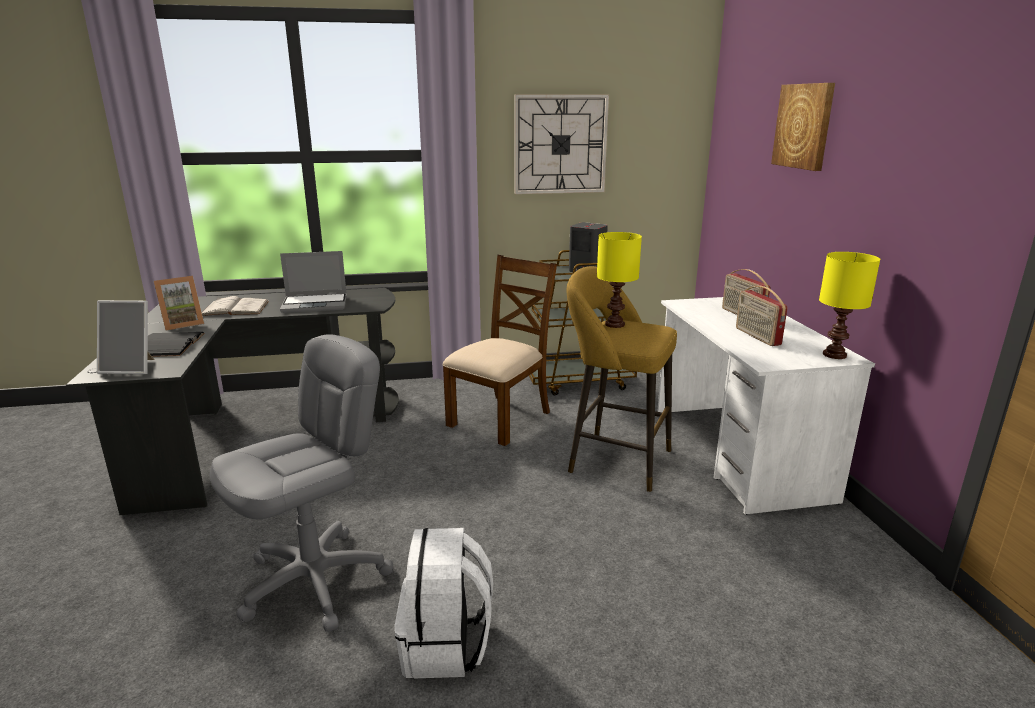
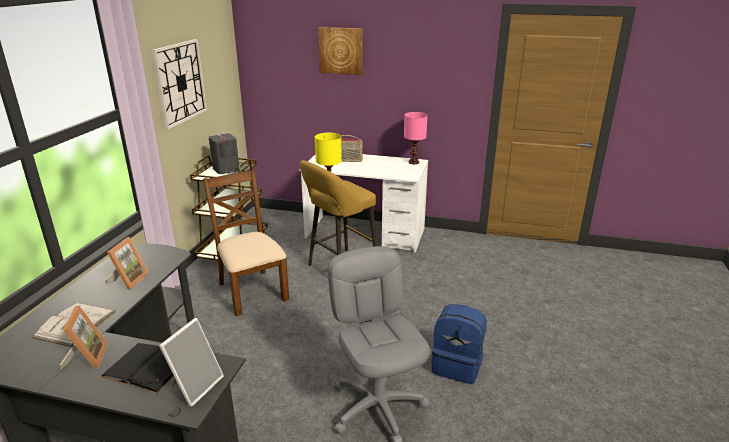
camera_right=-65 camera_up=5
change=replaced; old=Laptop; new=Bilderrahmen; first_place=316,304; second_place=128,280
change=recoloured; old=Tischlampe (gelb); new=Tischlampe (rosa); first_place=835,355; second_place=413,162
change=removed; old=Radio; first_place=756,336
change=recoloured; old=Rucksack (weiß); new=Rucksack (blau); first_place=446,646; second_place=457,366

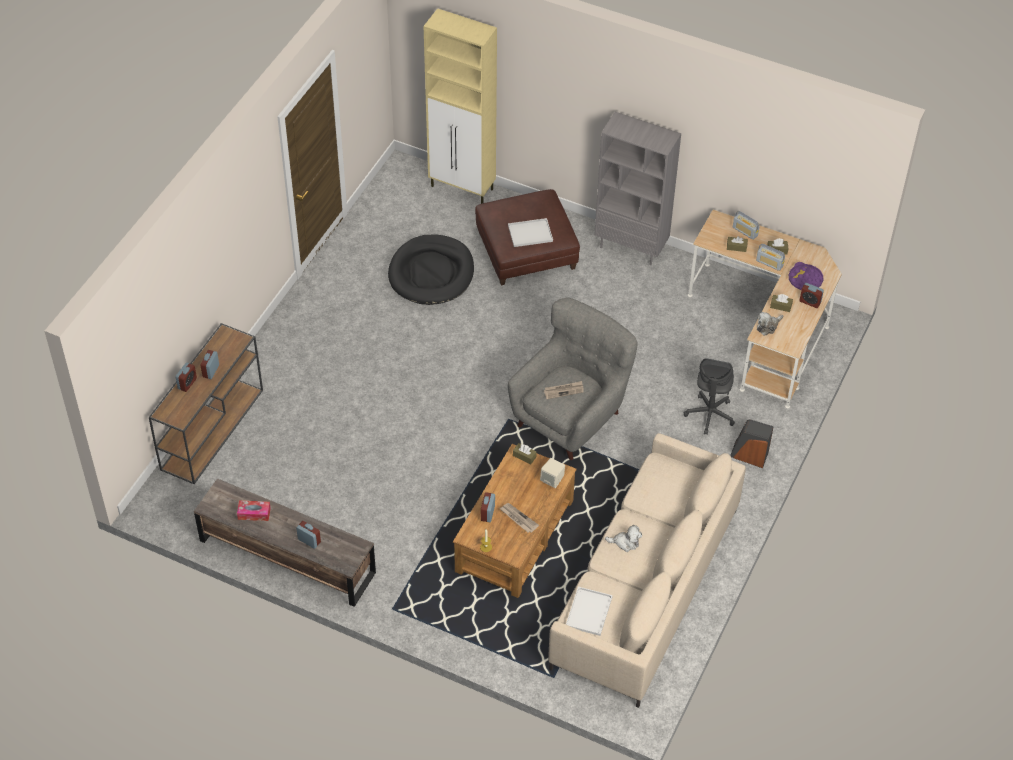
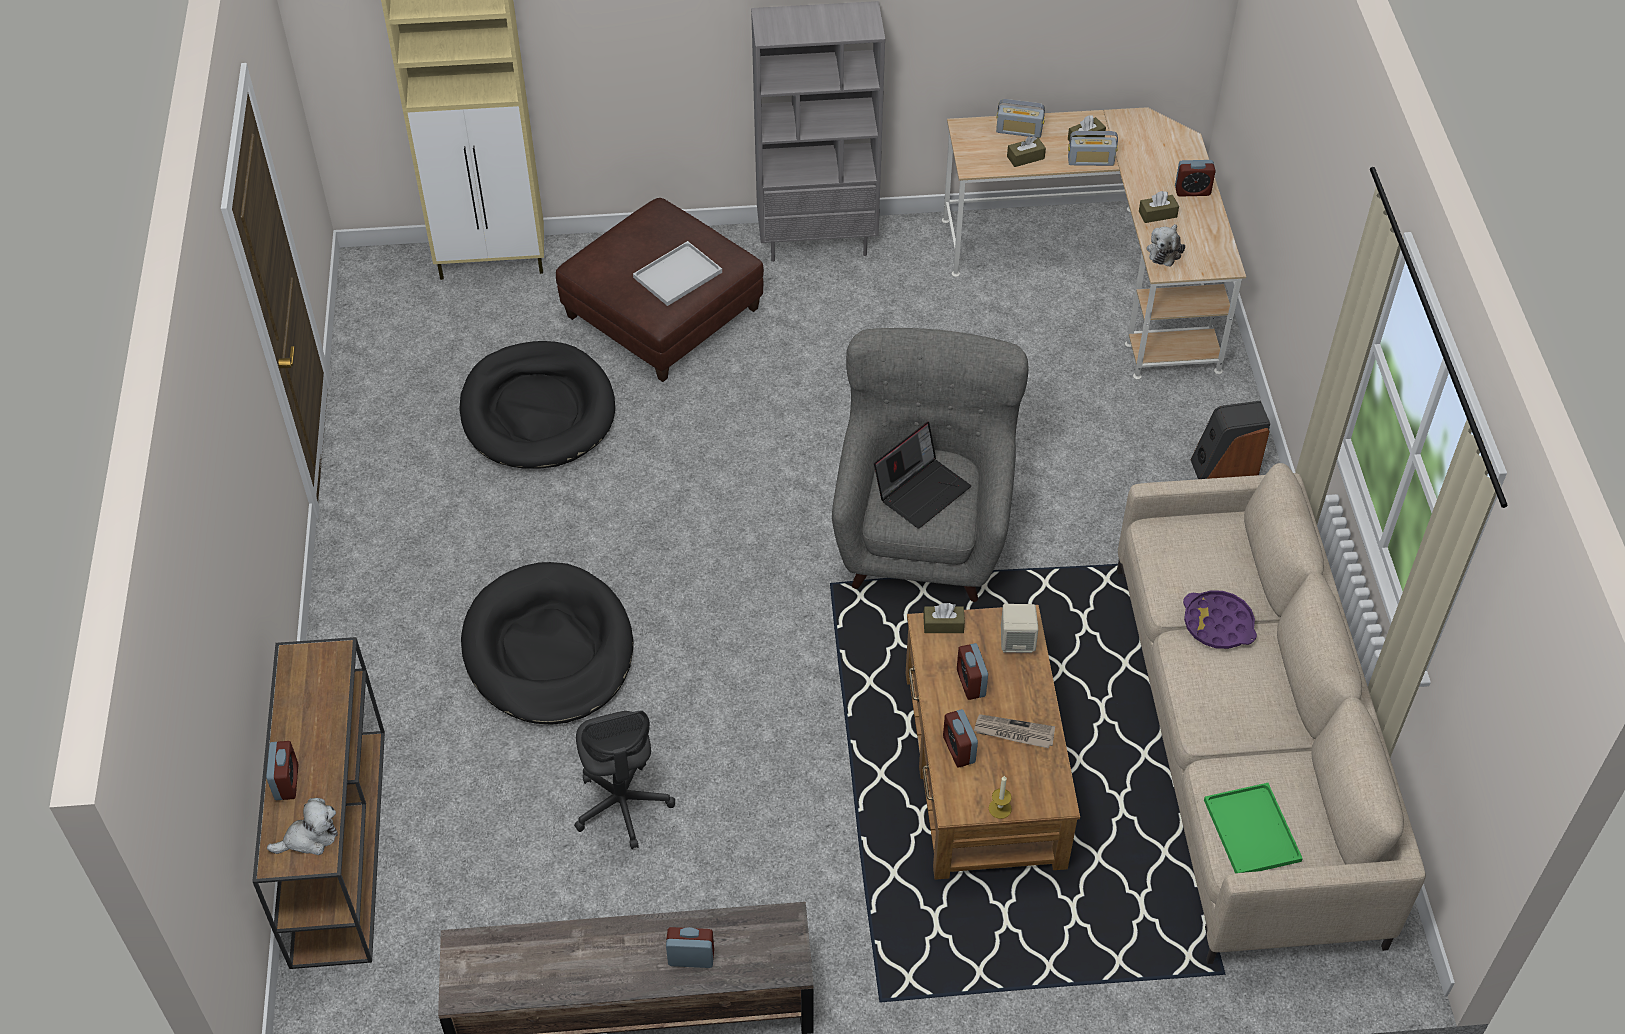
camera_right=-30 camera_up=0
change=moved; old=Tablett (lila); first_place=805,280; second_place=1218,624
change=moved; old=Wecker; first_place=211,371; second_place=971,683
change=moved; old=Bürostuhl (grau); first_place=710,415; second_place=622,805
change=replaced; old=Zeitung; new=Laptop; first_place=564,390; second_place=922,490
change=removed; old=Taschentuchbox; first_place=254,513
change=moved; old=Plüschtier; first_place=625,542; second_place=310,838
change=recoloured; old=Tablett (weiß); new=Tablett (grün); first_place=588,610; second_place=1250,829
change=added; new=Hundebett (schwarz); second_place=549,649

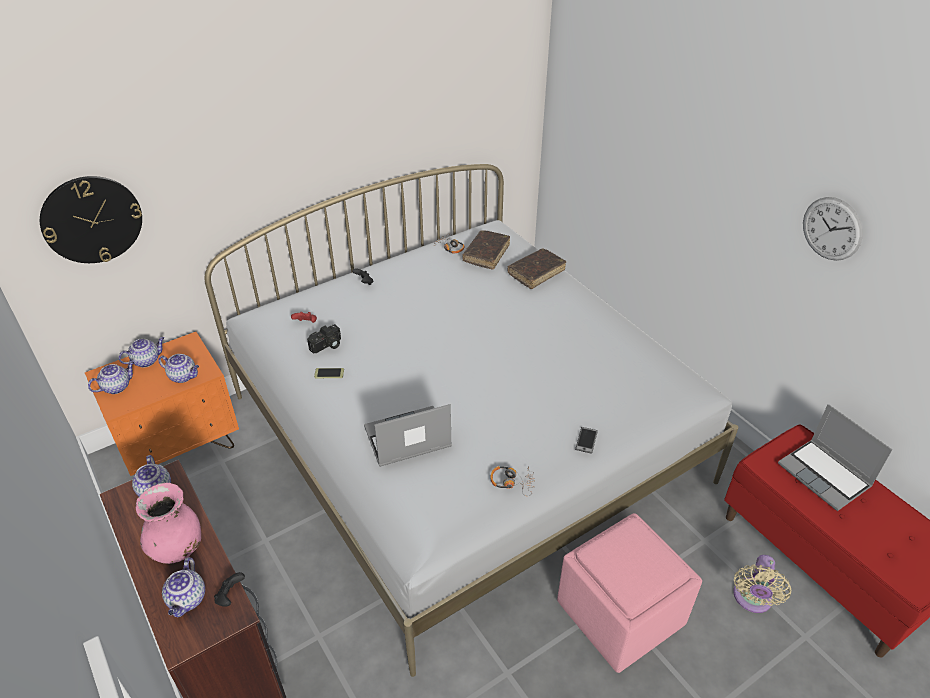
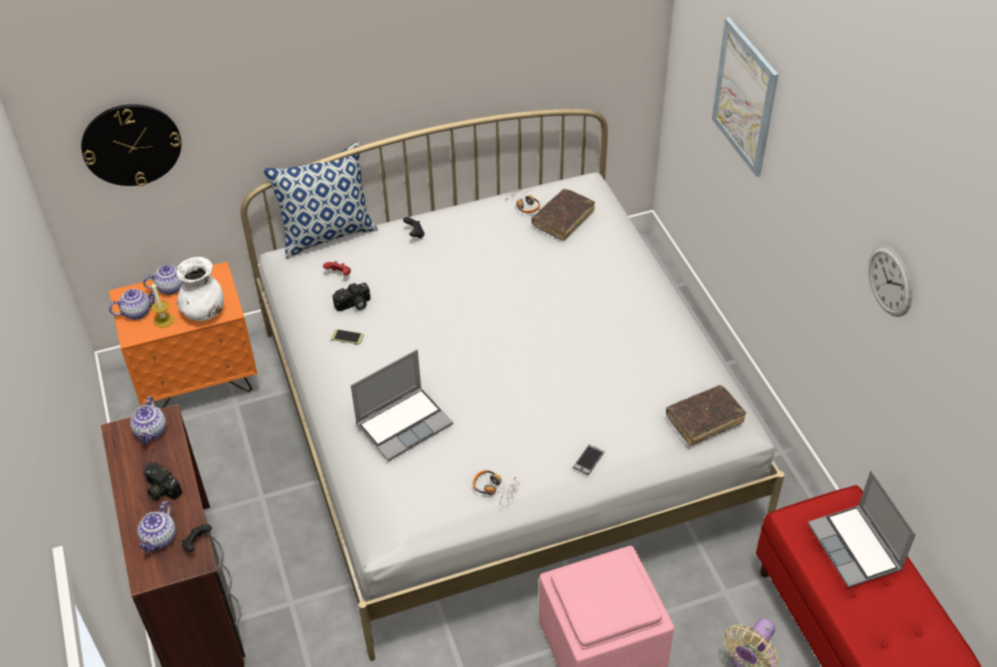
camera_right=15 camera_up=5
change=moved; old=Buch (braun); first_place=536,272; second_place=704,419
change=replaced; old=Teekanne; new=Vase (weiß); first_place=184,376; second_place=204,312
change=turned; old=Laptop; first_place=406,439; second_place=404,423; degrees=150
change=replaced; old=Vase (rosa); new=Kamera; first_place=178,547; second_place=160,489
change=added; new=Bild; second_place=745,97
change=added; new=Kissen; second_place=327,234
change=added; new=Kerze; second_place=164,320

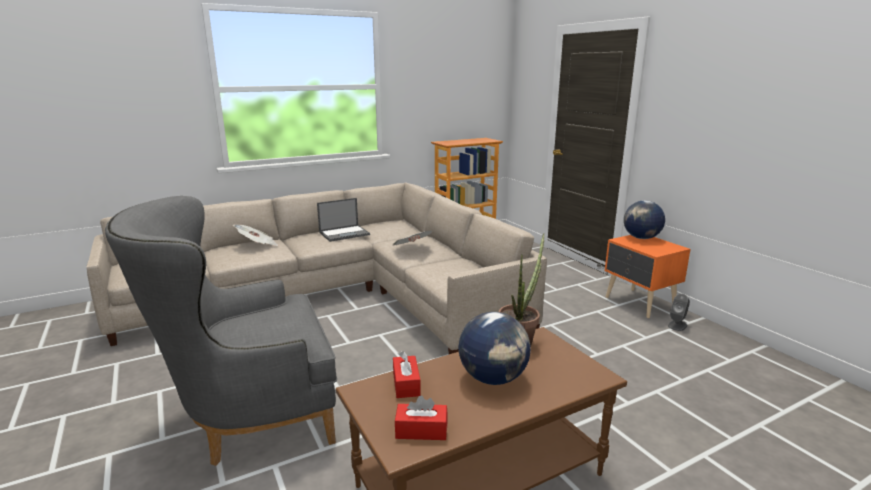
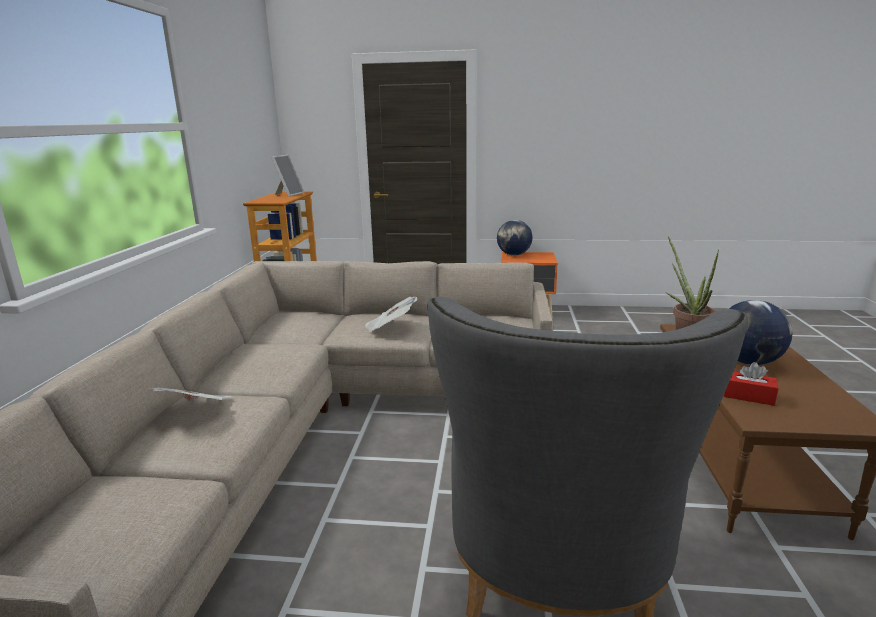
camera_right=-55 camera_up=0
change=removed; old=Laptop; first_place=344,233
change=removed; old=Lautsprecher (grau); first_place=677,325
change=removed; old=Taschentuchbox (rot); first_place=421,430
change=added; new=Bilderrahmen; second_place=288,194

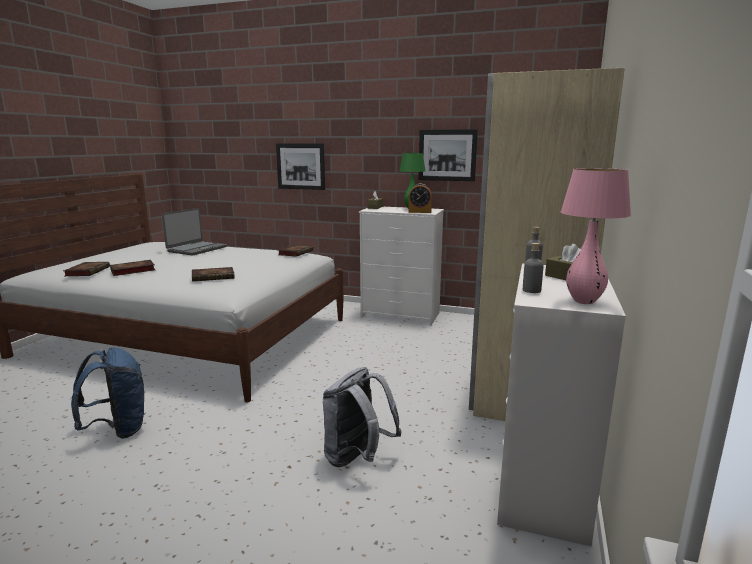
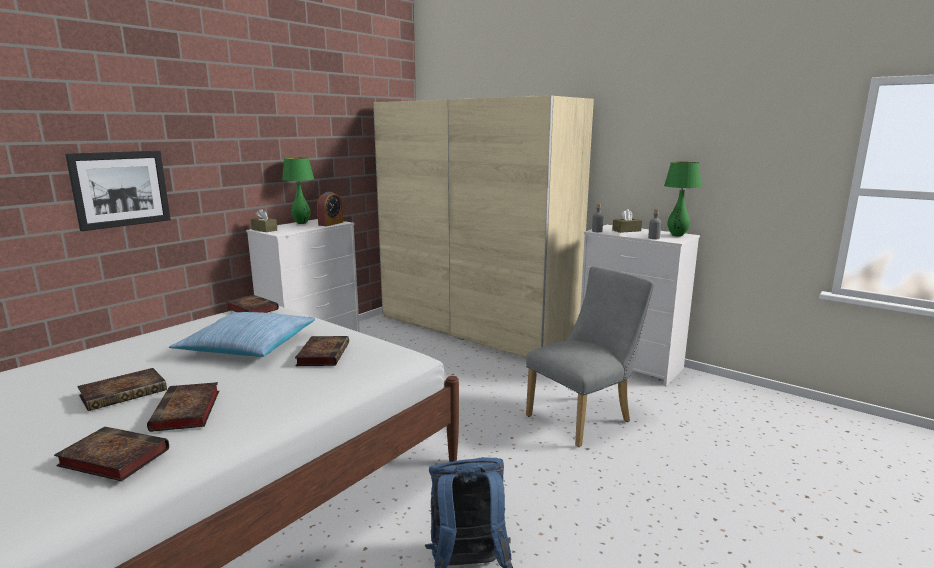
camera_right=-70 camera_up=0
change=removed; old=Bild; first_place=447,155
change=recoloured; old=Tischlampe (rosa); new=Tischlampe (grün); first_place=583,301; second_place=677,235
change=removed; old=Laptop; first_place=197,249
change=replaced; old=Rucksack (grau); new=Stuhl (grau); first_place=357,458; second_place=584,417
change=added; new=Kissen; second_place=248,345
change=added; new=Buch; second_place=125,392

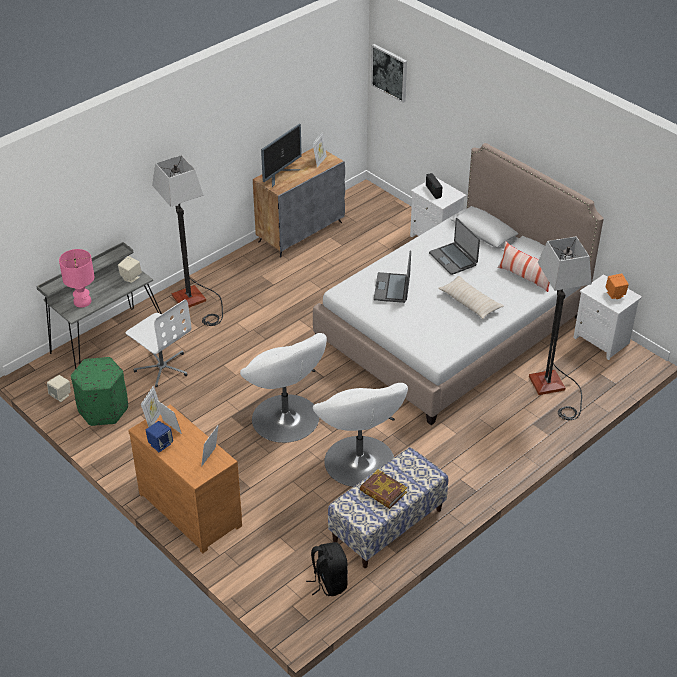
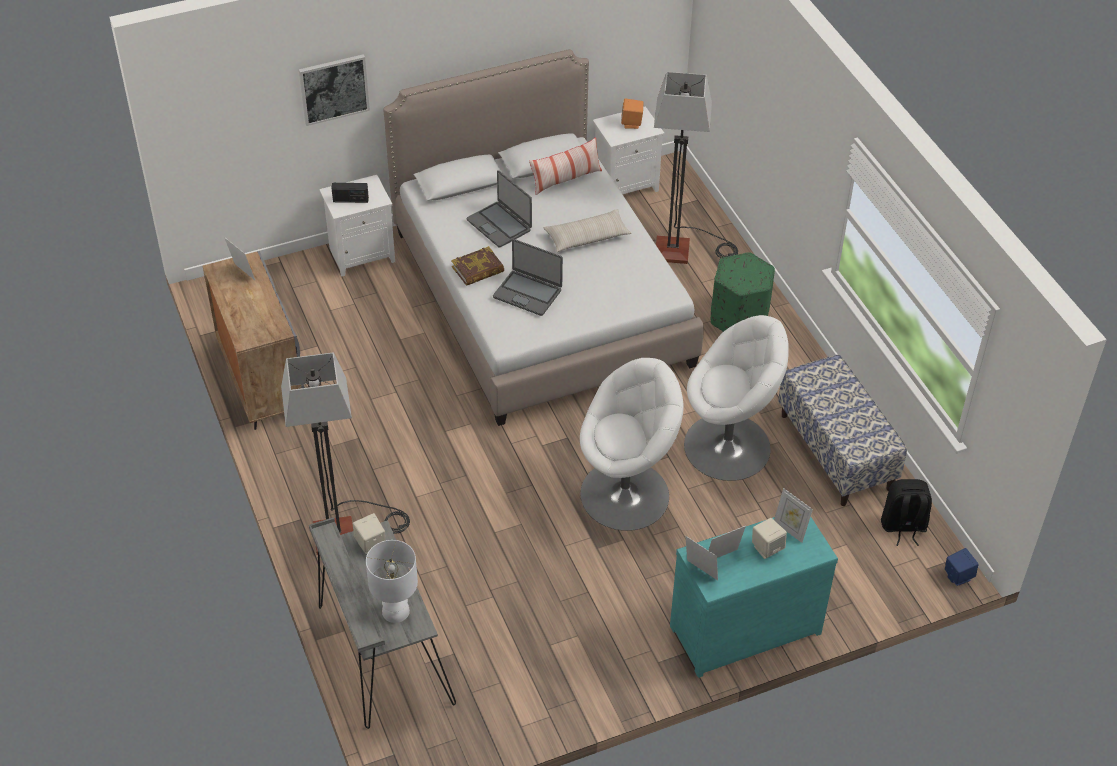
camera_right=-70 camera_up=5
change=moved; old=Bild; first_place=389,72; second_place=334,89
change=removed; old=Monitor; first_place=280,175
change=turned; old=Laptop; first_place=453,259; second_place=499,225; degrees=60
change=recoloured; old=Tischlampe (rosa); new=Tischlampe (weiß); first_place=83,301; second_place=395,610
change=removed; old=Bürostuhl (weiß); first_place=162,367
change=moved; old=Polsterhocker (grün); first_place=103,410; second_place=739,318
change=moved; old=Lautsprecher (beige); first_place=60,395; second_place=767,548
change=recoloured; old=Kommode (braun); new=Kommode (türkis); first_place=192,508; second_place=742,627
change=moved; old=Lautsprecher (blau); first_place=160,444; second_place=958,576
change=moved; old=Buch; first_place=383,492; second_place=478,270

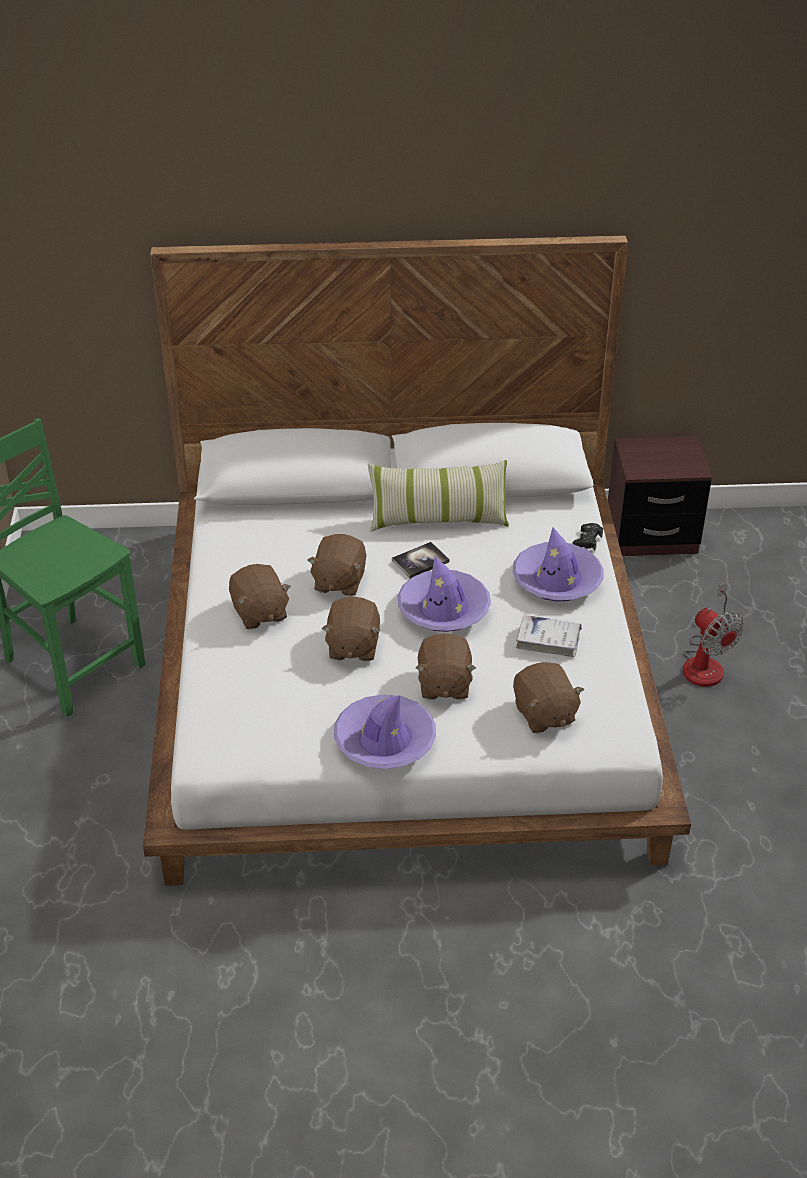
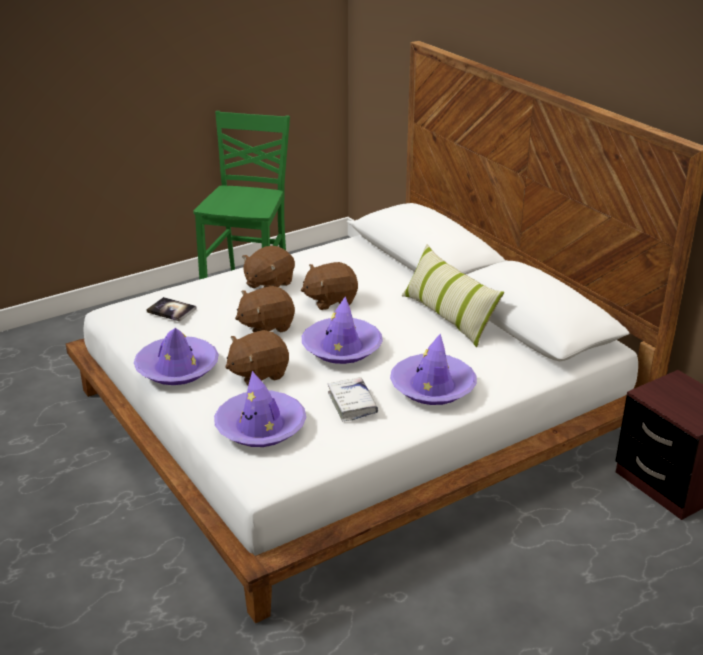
camera_right=60 camera_up=-10
change=removed; old=Gamepad (schwarz); first_place=587,540
change=moved; old=Buch; first_place=420,561; second_place=171,310
change=removed; old=Ventilator; first_place=706,662
change=replaced; old=Plüschtier (braun); new=Hut (lila); first_place=544,714; second_place=261,427

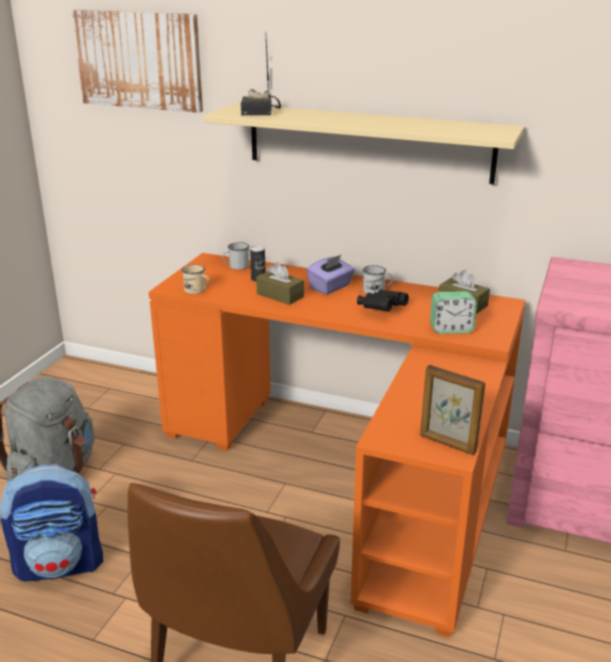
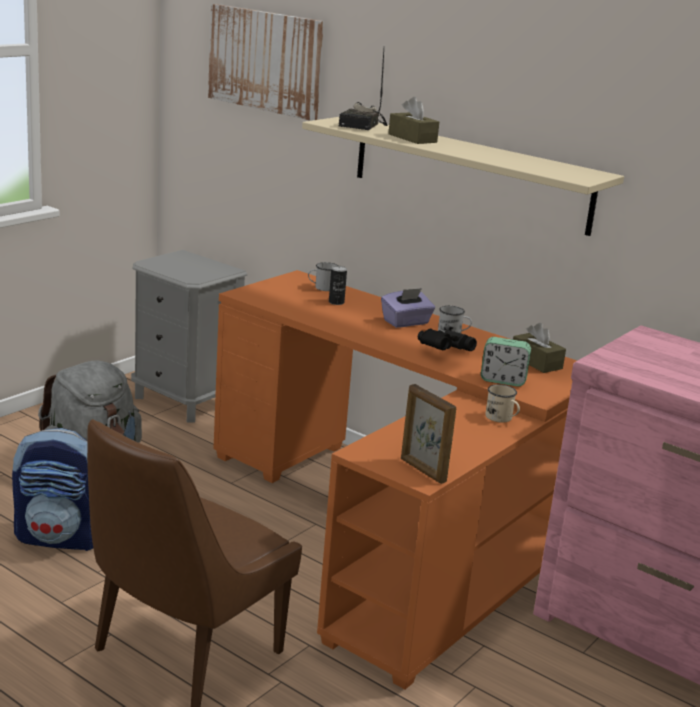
camera_right=15 camera_up=-5
change=moved; old=Taschentuchbox (braun); first_place=280,295; second_place=412,138
change=moved; old=Henkelbecher (beige); first_place=197,291; second_place=502,418
change=added; new=Nachttisch (grau); second_place=185,401

